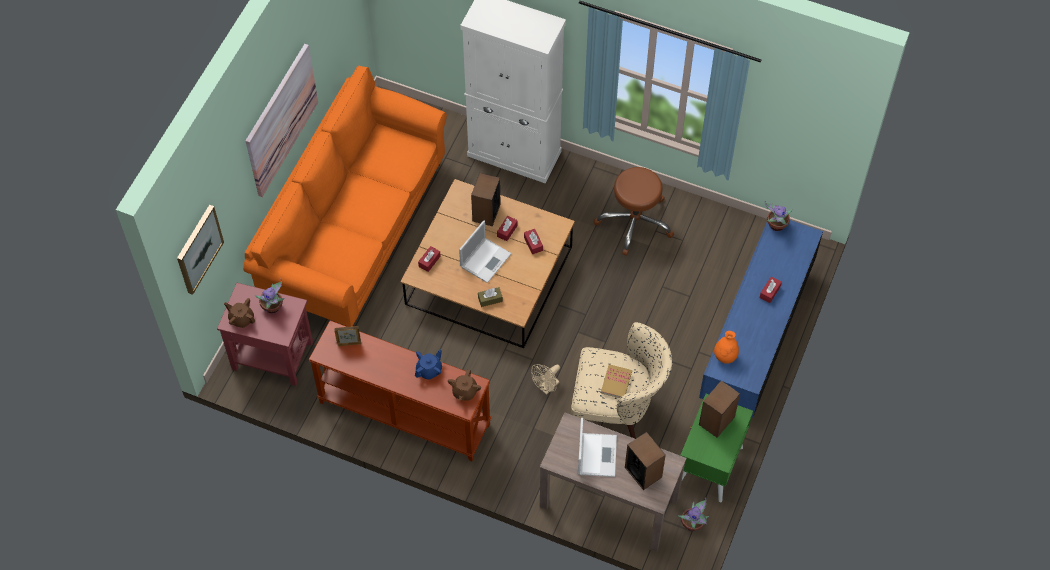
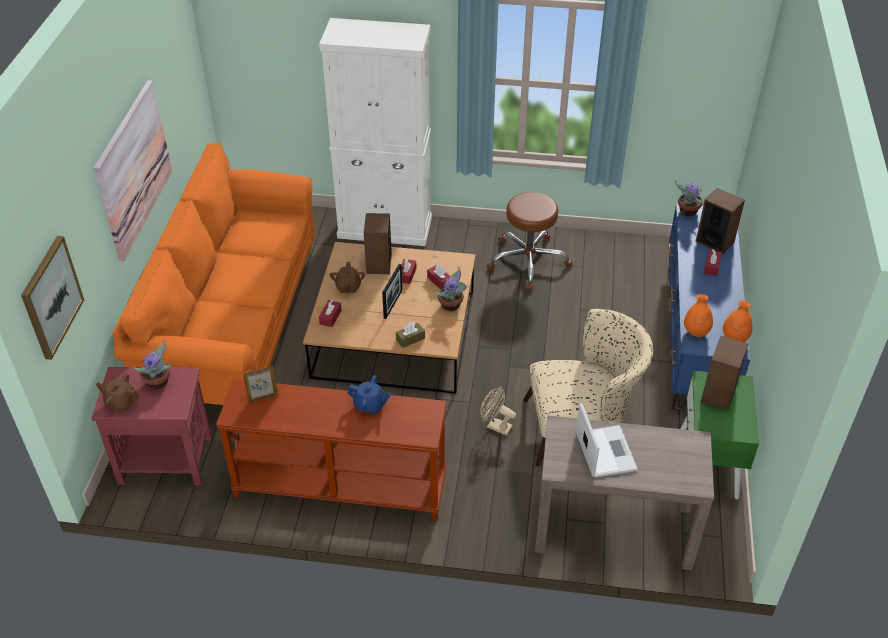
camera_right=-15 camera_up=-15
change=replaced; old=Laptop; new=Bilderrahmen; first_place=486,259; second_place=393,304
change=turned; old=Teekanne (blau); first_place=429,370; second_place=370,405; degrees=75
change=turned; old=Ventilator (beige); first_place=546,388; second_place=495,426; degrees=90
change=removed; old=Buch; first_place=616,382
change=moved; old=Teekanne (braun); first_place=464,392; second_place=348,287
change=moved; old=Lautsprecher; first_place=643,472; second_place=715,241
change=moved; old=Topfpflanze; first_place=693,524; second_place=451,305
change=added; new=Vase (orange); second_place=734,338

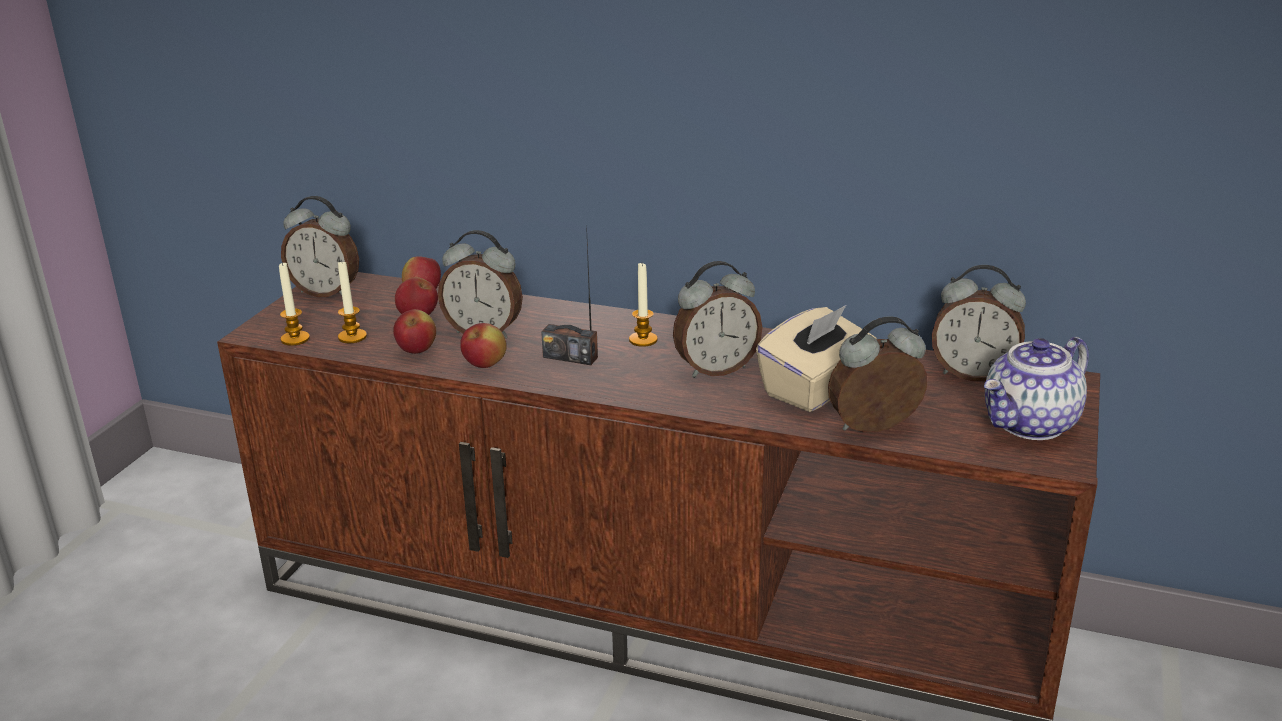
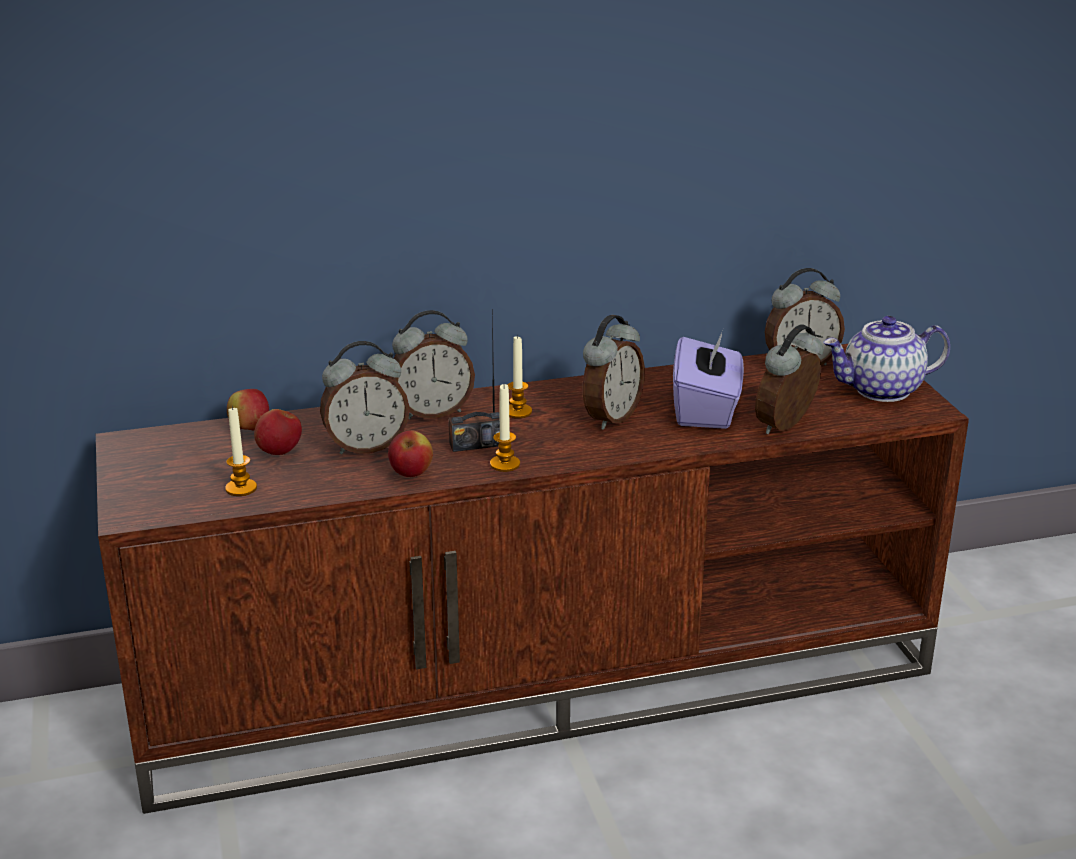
camera_right=-35 camera_up=0
change=moved; old=Wecker; first_place=326,292; second_place=432,412
change=moved; old=Kerze; first_place=295,339; second_place=505,464
change=recoloured; old=Taschentuchbox (beige); new=Taschentuchbox (lila); first_place=816,388; second_place=706,409
change=removed; old=Apfel; first_place=417,351
change=turned; old=Teekanne; first_place=1030,424; second_place=881,390; degrees=60

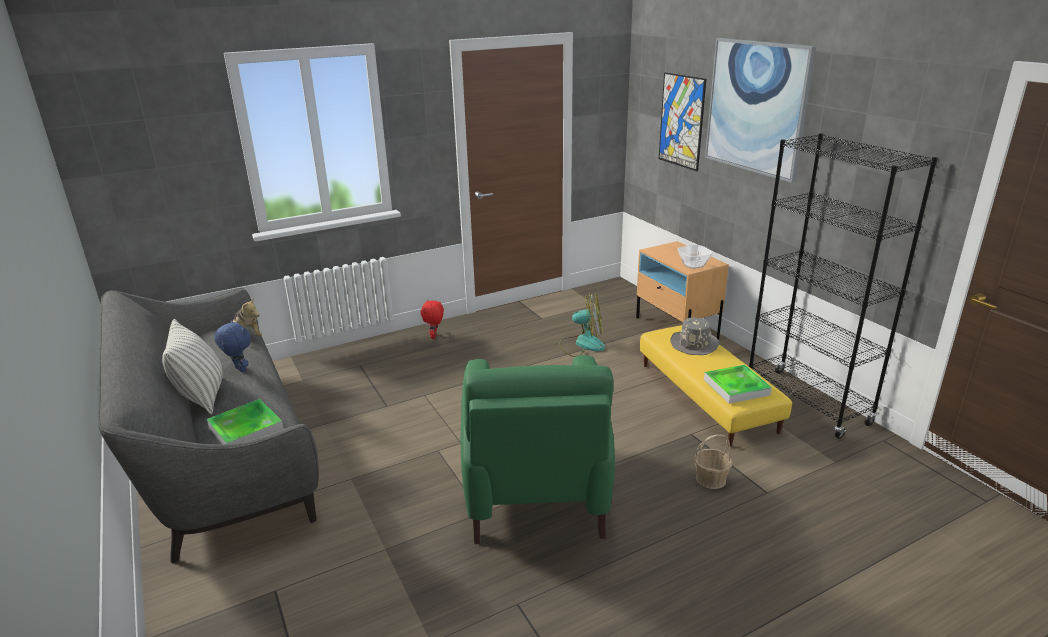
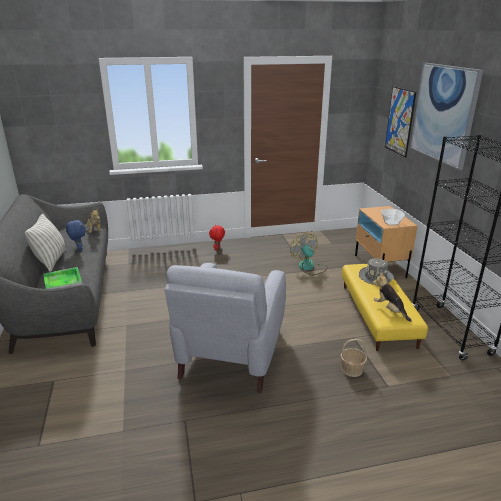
camera_right=15 camera_up=0
change=turned; old=Ventilator; first_place=582,344; second_place=309,267; degrees=-135
change=recoloured; old=Sessel (grün); new=Sessel (grau); first_place=535,494; second_place=230,356
change=replaced; old=Tablett; new=Plüschtier; first_place=736,387; second_place=389,310

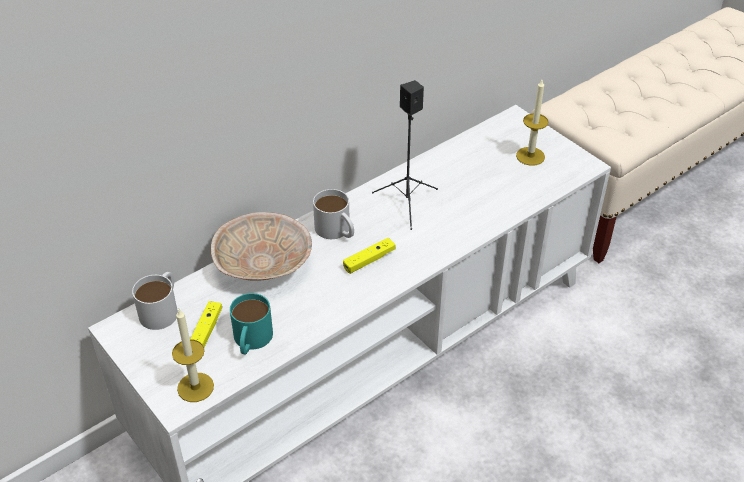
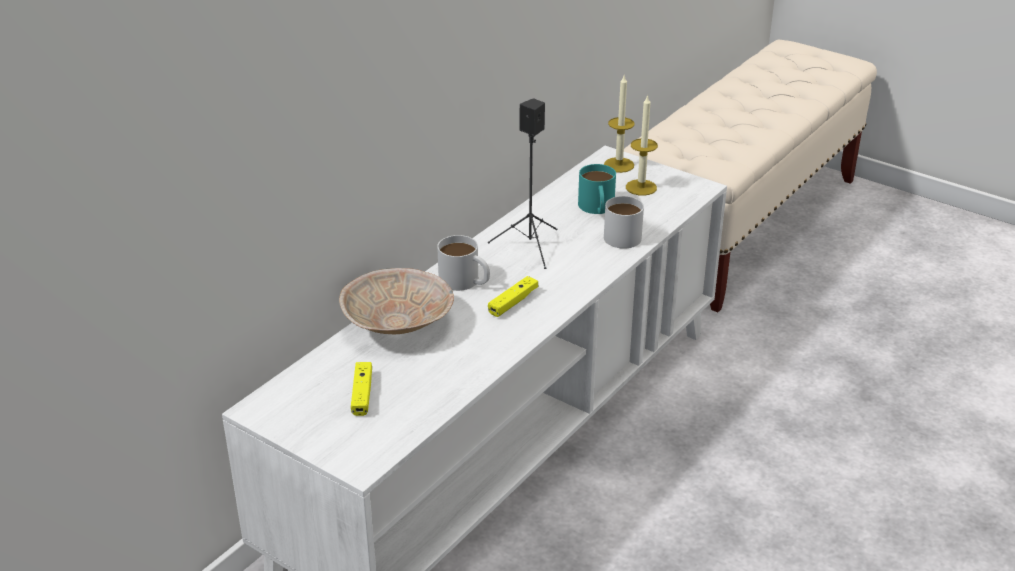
camera_right=-15 camera_up=-10
change=moved; old=Henkelbecher (weiß); first_place=162,309; second_place=622,233
change=moved; old=Henkelbecher (türkis); first_place=251,340; second_place=597,208
change=moved; old=Kerze; first_place=195,387; second_place=619,165

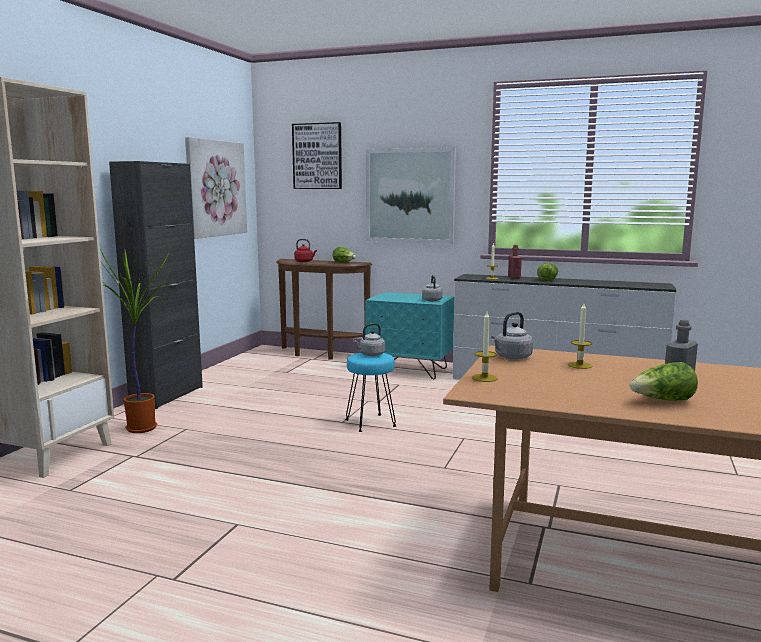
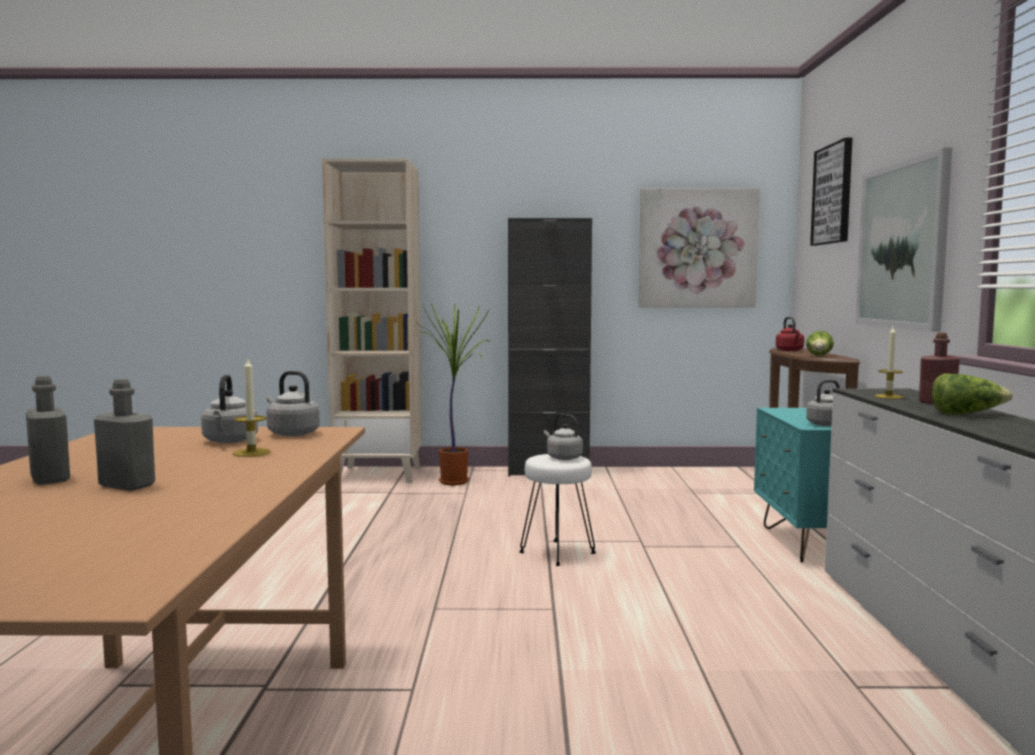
camera_right=70 camera_up=-5
change=removed; old=Kerze; first_place=484,378
change=recoloured; old=Hocker (türkis); new=Hocker (weiß); first_place=371,423; second_place=557,553
change=replaced; old=Salatkopf; new=Flasche (grau); first_place=662,401; second_place=50,479
change=added; new=Wasserkessel (grau); second_place=229,441

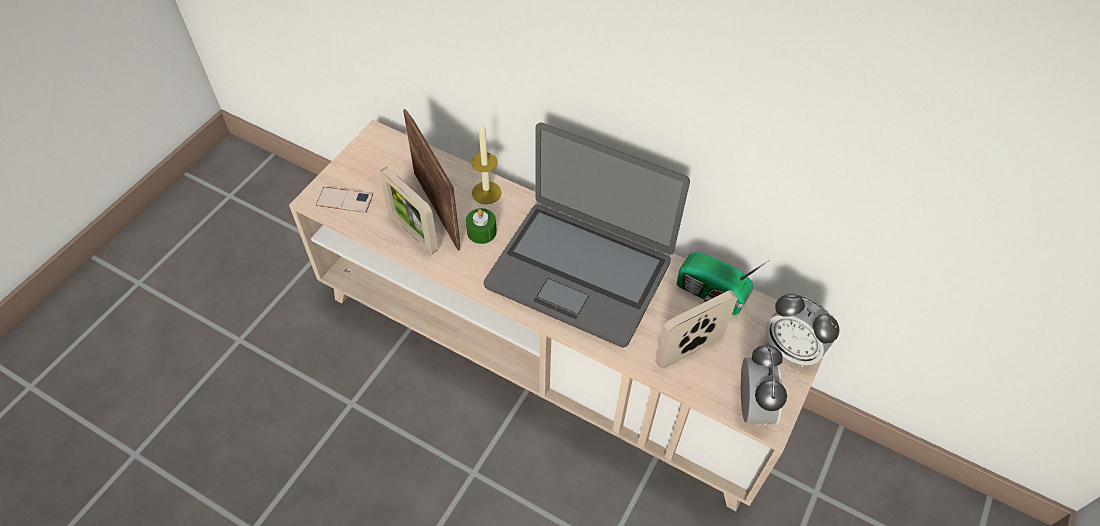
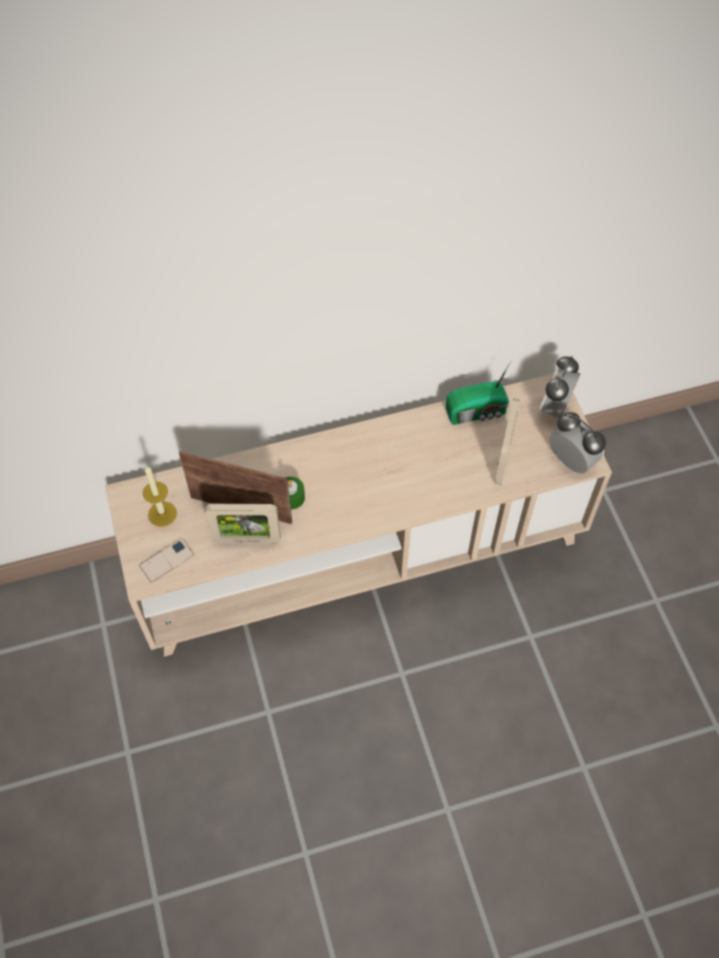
camera_right=-45 camera_up=5
change=removed; old=Laptop; first_place=580,271
change=moved; old=Kerze; first_place=486,192; second_place=162,514
change=turned; old=Wecker; first_place=791,349; second_place=555,407; degrees=120

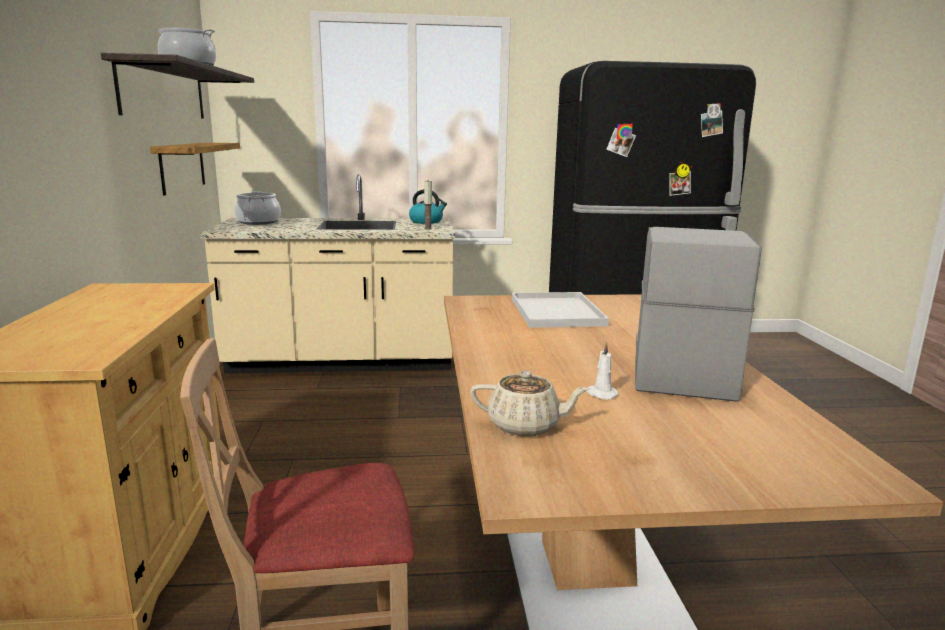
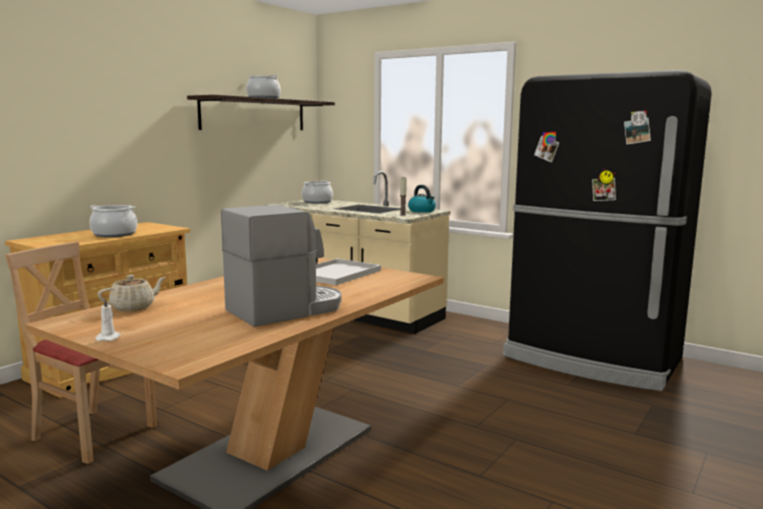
camera_right=40 camera_up=-5
change=removed; old=Wandregal; first_place=182,167
change=moved; old=Kerze (weiß); first_place=600,394; second_place=109,338
change=turned; old=Teekanne (beige); first_place=525,425; second_place=134,307; degrees=-90
change=added; new=Kochtopf; second_place=114,234

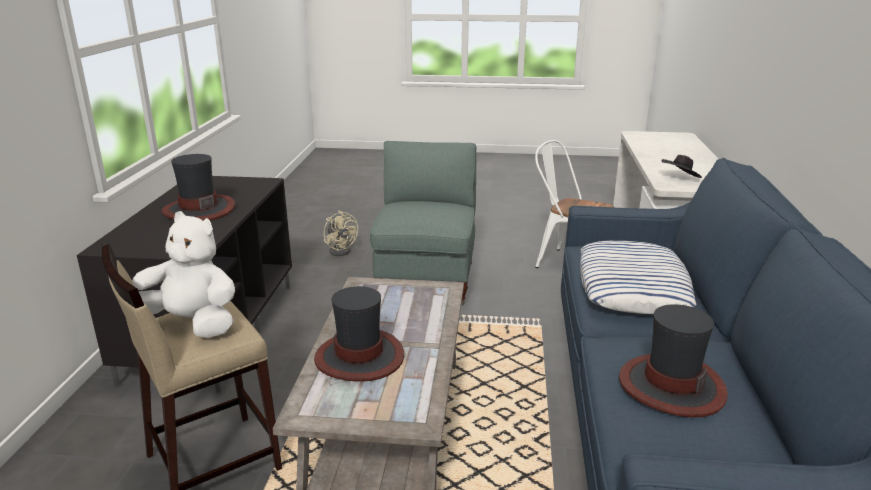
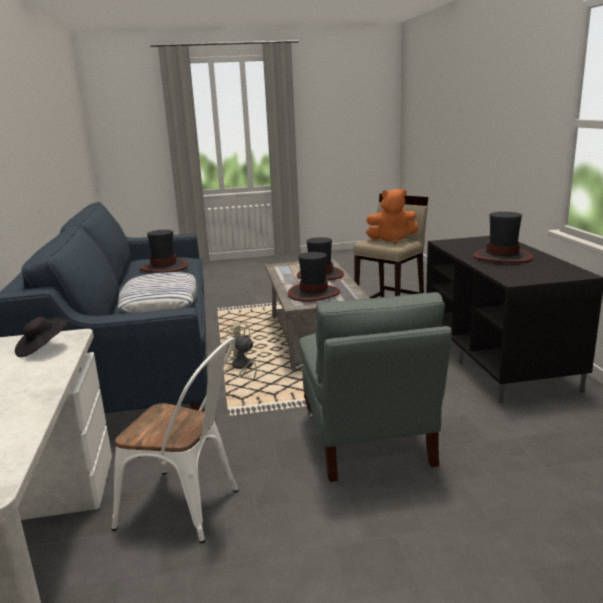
camera_right=165 camera_up=-5
change=recoloured; old=Plüschtier (weiß); new=Plüschtier (orange); first_place=192,323; second_place=392,240
change=moved; old=Ventilator (beige); first_place=341,250; second_place=242,367
change=added; new=Hut; second_place=313,293

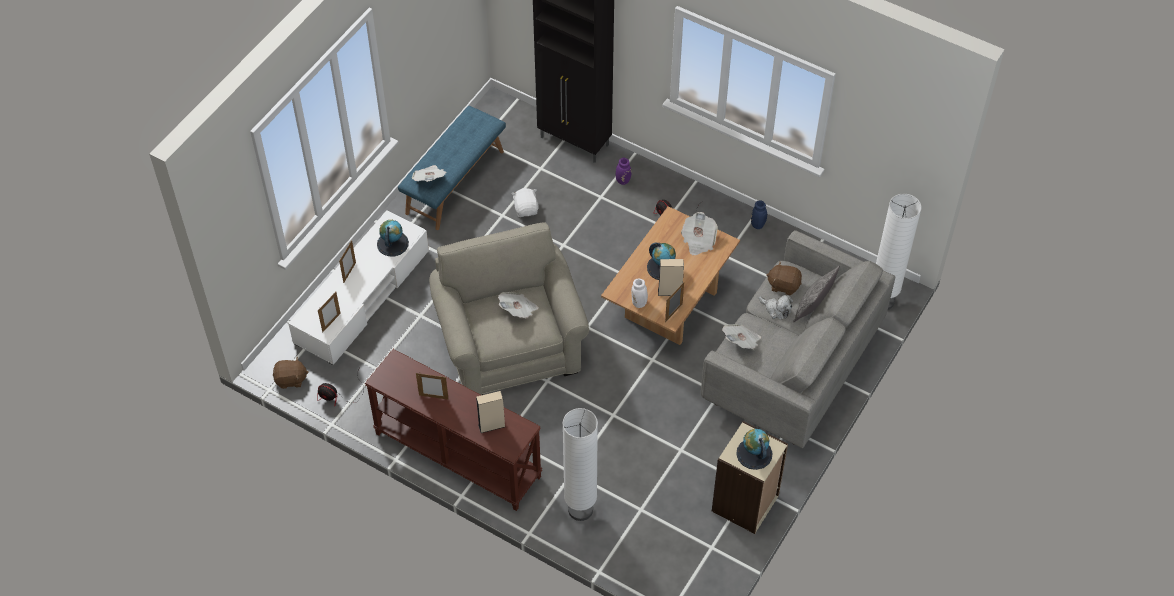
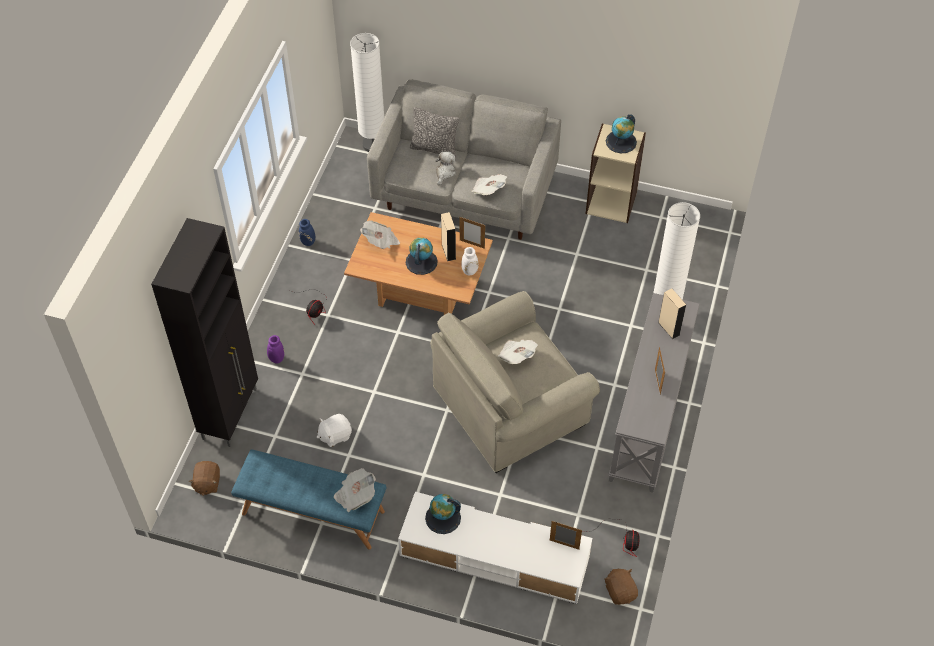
camera_right=-105 camera_up=0
change=removed; old=Bilderrahmen; first_place=349,272
change=moved; old=Plüschtier (braun); first_place=783,285; second_place=207,483
change=recoloured; old=Konsolentisch (braun); new=Konsolentisch (grau); first_place=456,455; second_place=649,418

